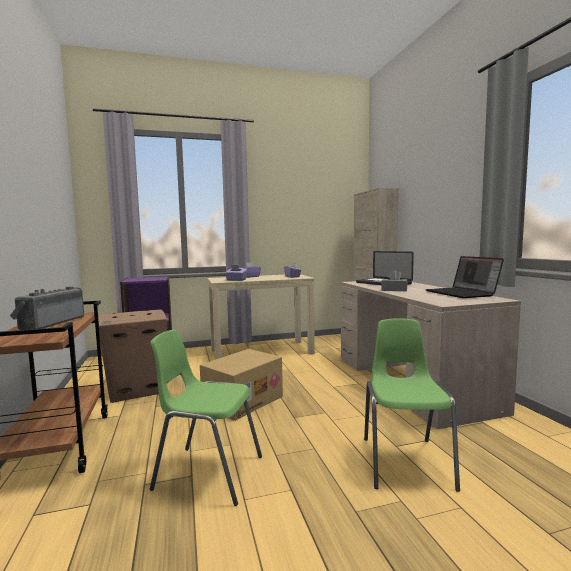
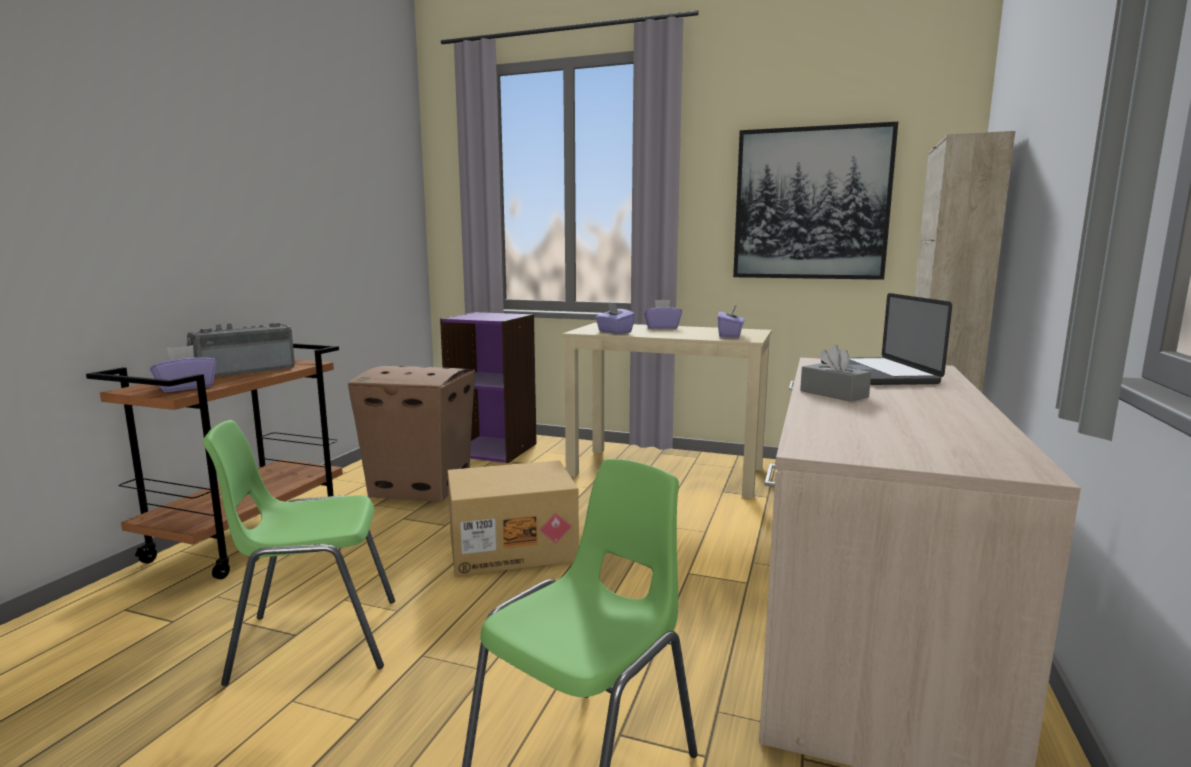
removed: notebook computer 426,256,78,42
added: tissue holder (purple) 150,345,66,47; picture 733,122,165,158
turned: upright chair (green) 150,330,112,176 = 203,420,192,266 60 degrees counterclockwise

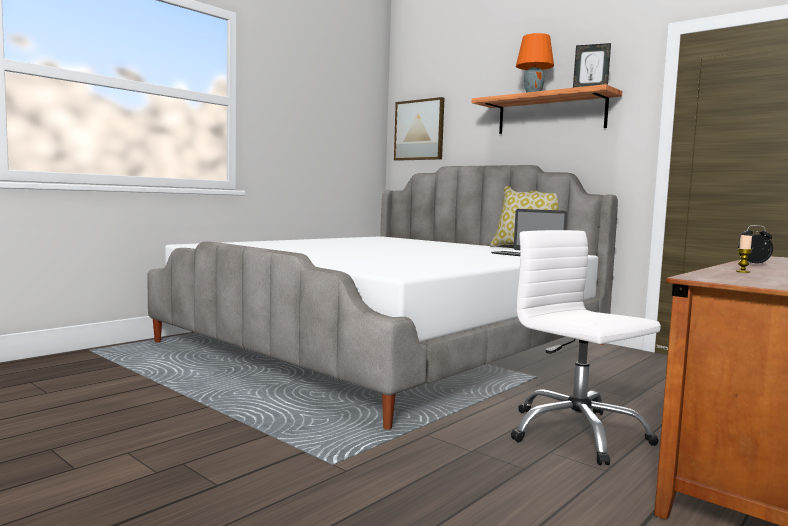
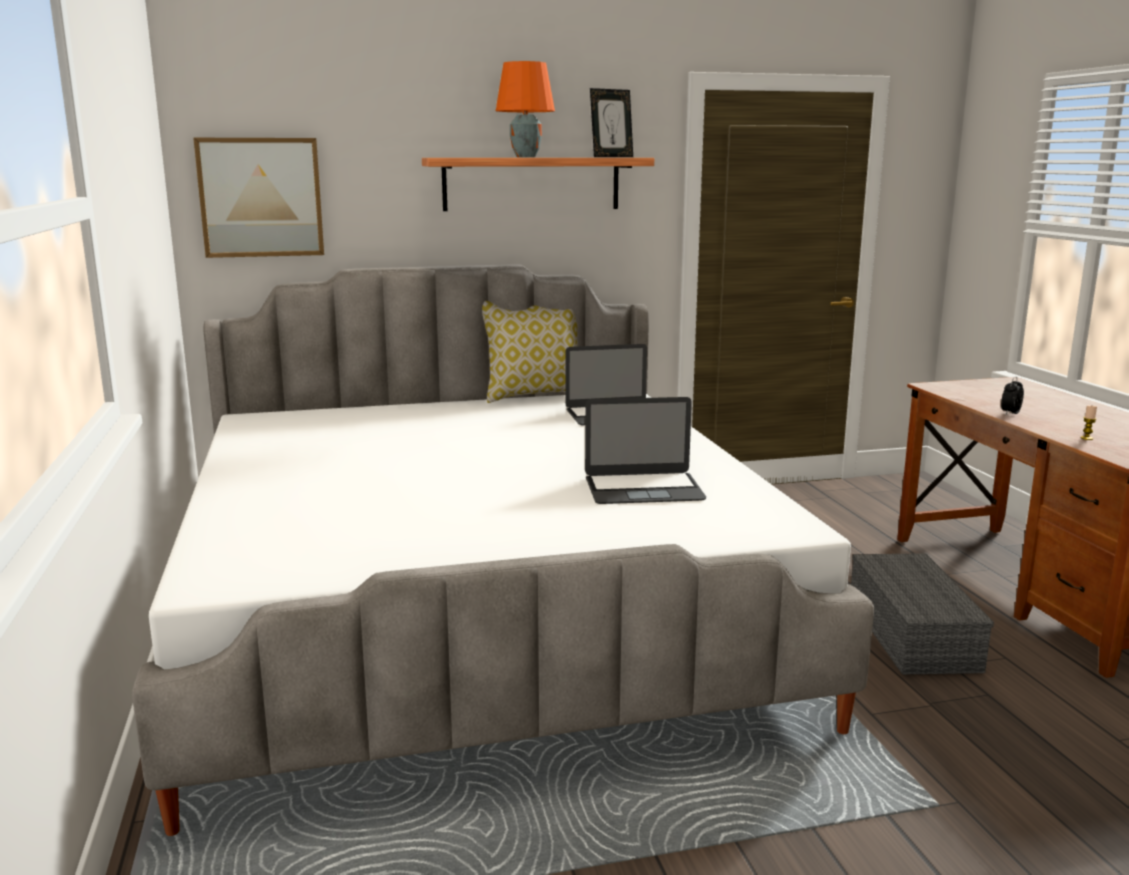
added: notebook computer 585,397,121,107
replaced: desk chair (whitish) 511,230,150,235 to storage box (gray) 851,553,143,122

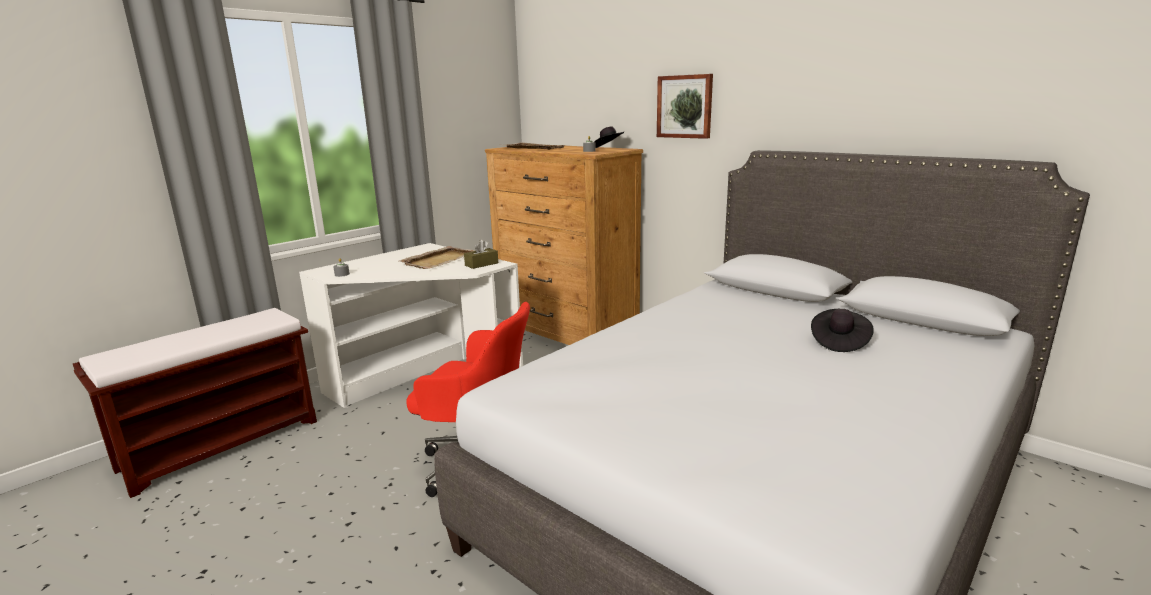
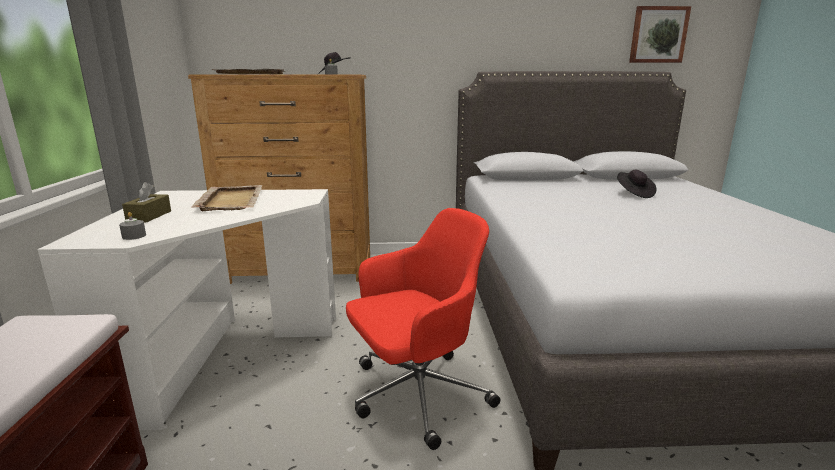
moved: tissue holder (brownish) 464,240,34,29 to 122,182,49,41; picture 657,74,56,65 to 629,6,62,57

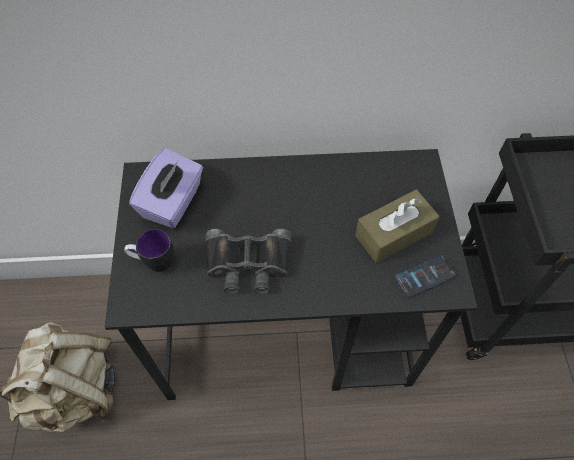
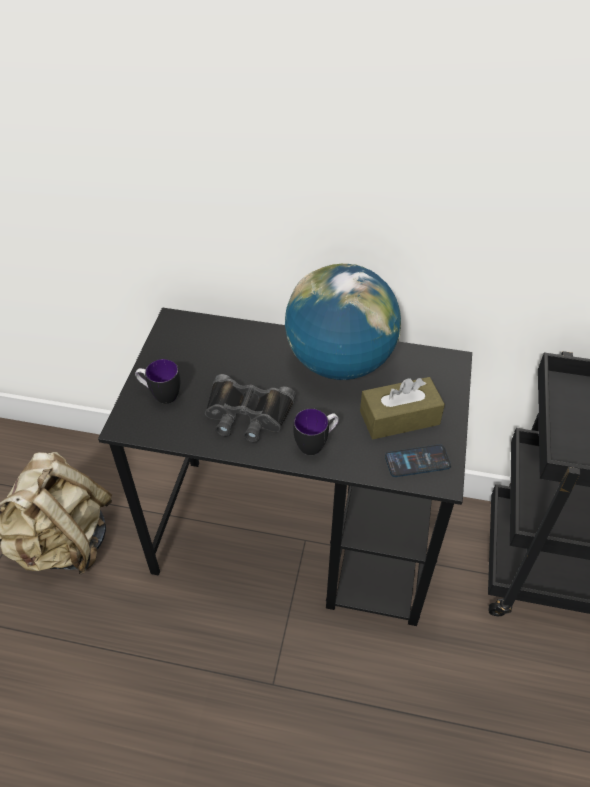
removed: tissue holder (purple) 129,148,74,80
added: desk globe 285,264,116,116; tea mug 293,409,46,46

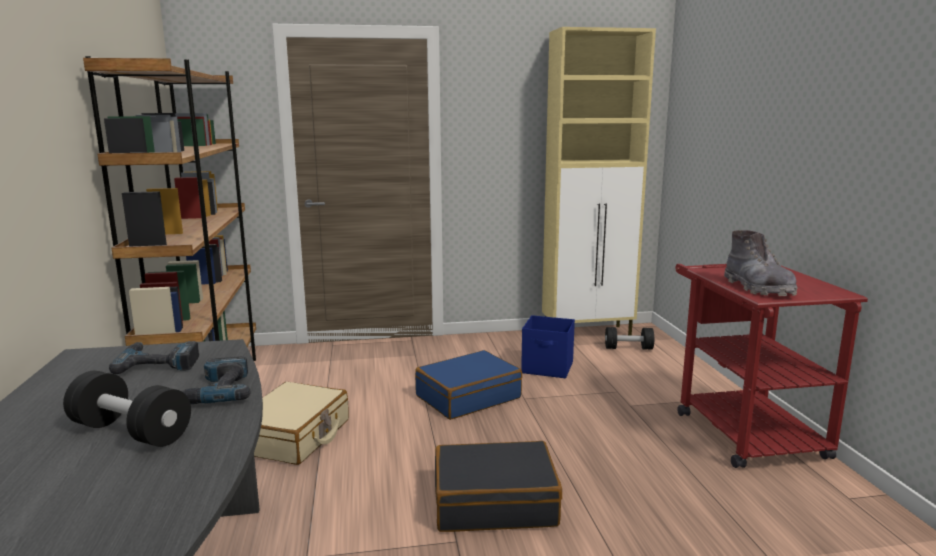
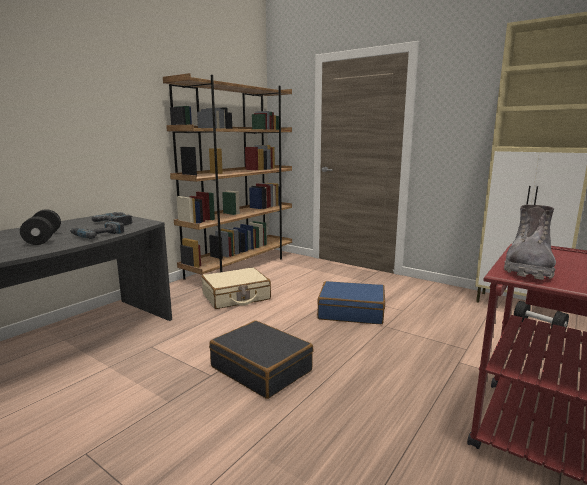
removed: storage box (blue-coloured) 521,315,54,63

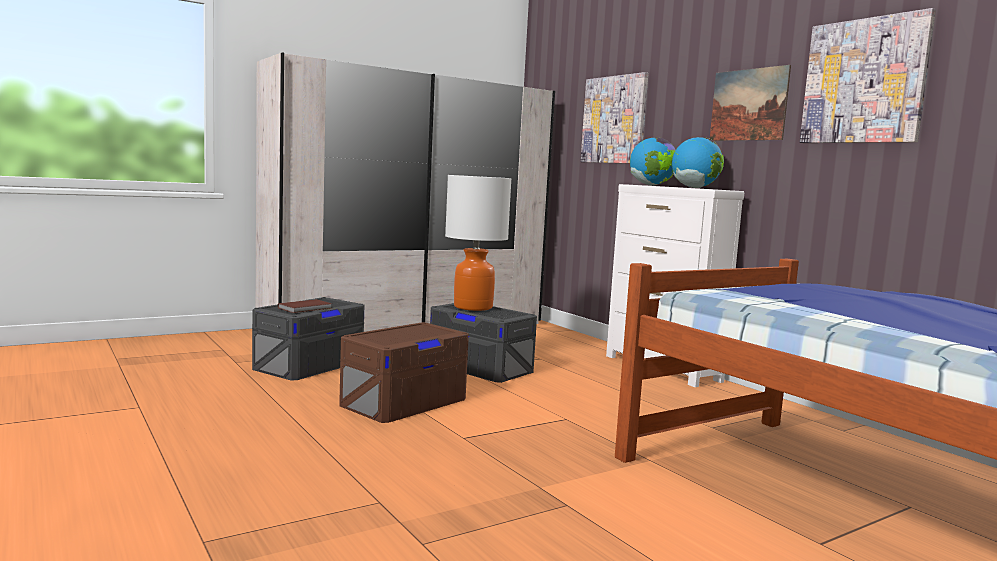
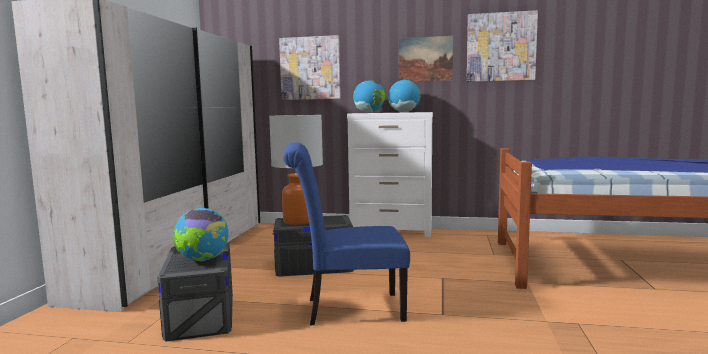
replaced: volume (brownish) 278,299,54,14 to desk globe 173,208,56,53; storage box (brownish) 339,322,130,101 to upright chair (blue-coloured) 283,142,127,184

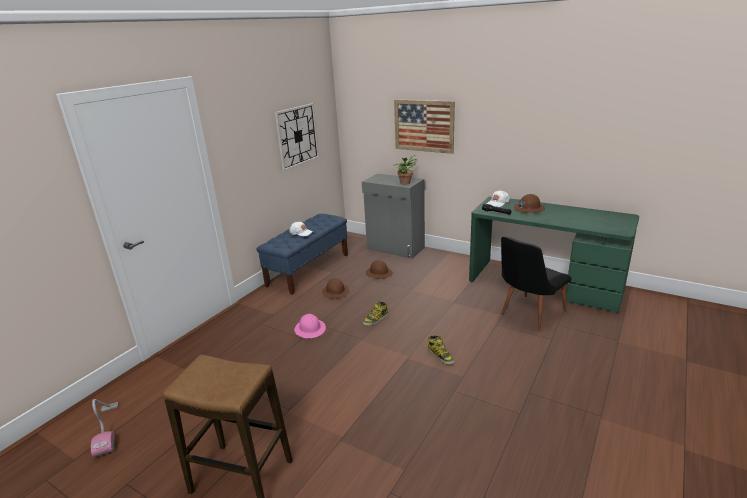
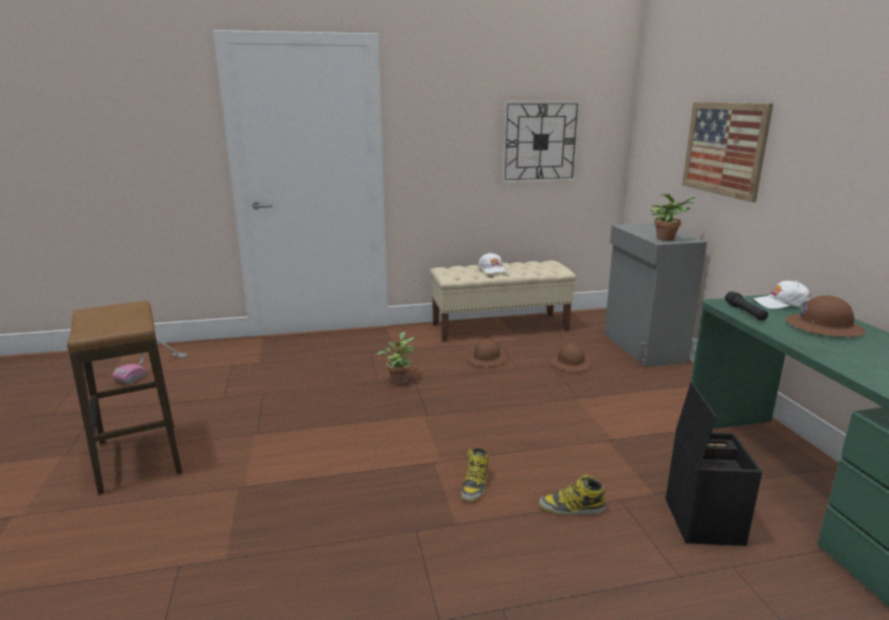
moved: tall boot 362,301,26,25 to 539,475,66,40
replaced: work helmet (pink) 294,314,32,24 to potted plant 377,332,38,52; upright chair (black-coloured) 501,236,70,95 to storage box (black-coloured) 666,382,96,164
recoloured: long seat (blue-coloured) 256,214,92,81 to long seat (beige) 430,260,146,82

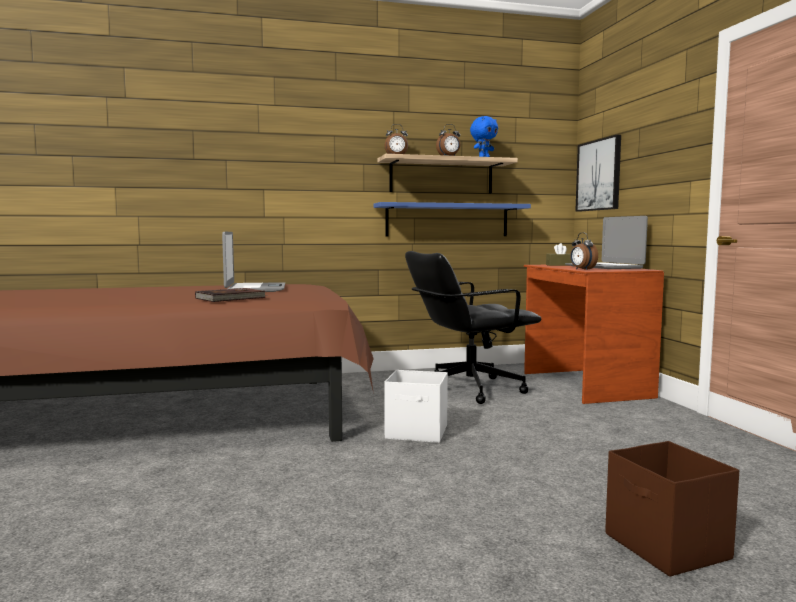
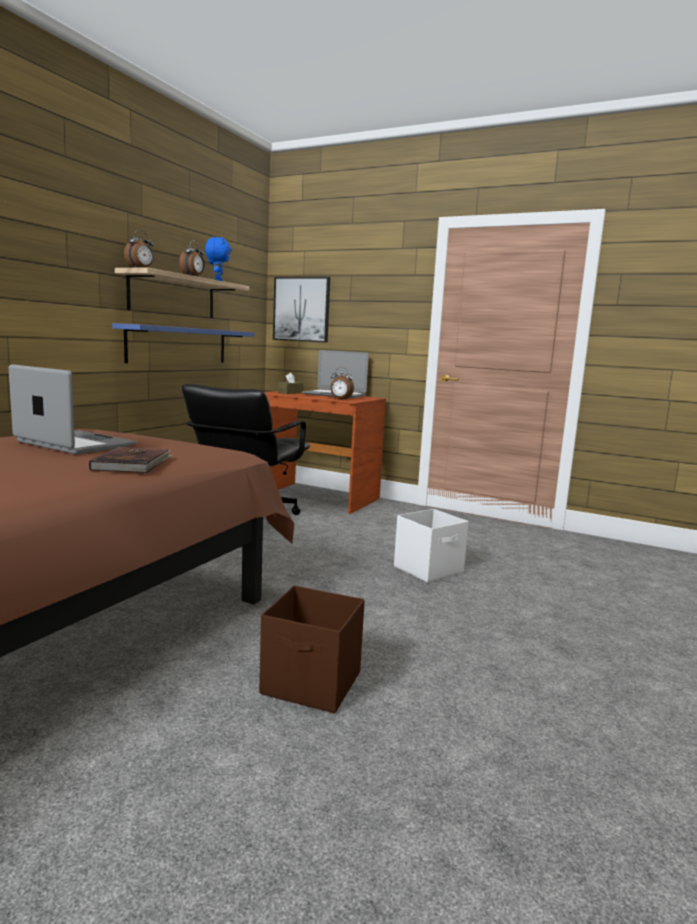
moved: storage box (brownish) 605,441,134,136 to 259,585,106,128; storage box (whitish) 384,370,64,73 to 394,509,75,74

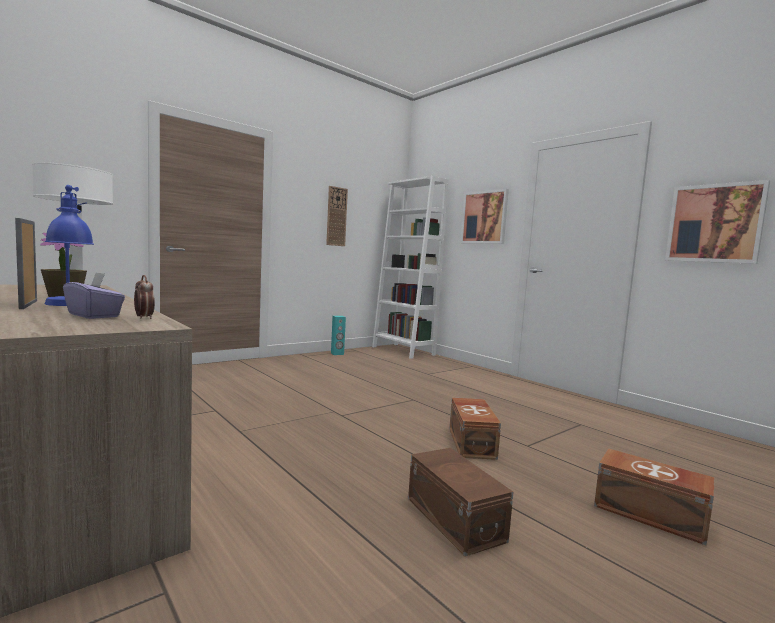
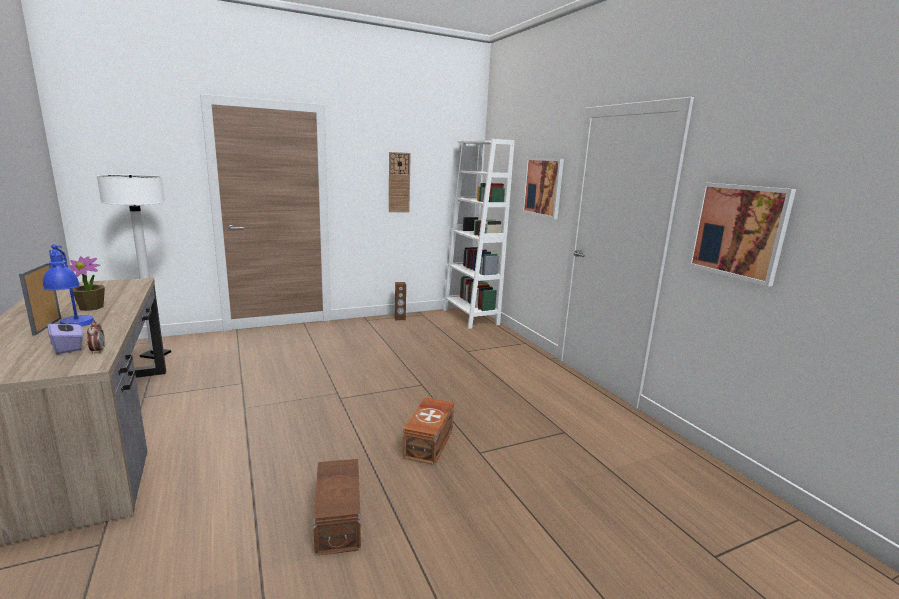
removed: storage box (brownish) 594,448,120,97
recoloured: audio speaker (blue-green) 331,316,15,39 to audio speaker (brownish) 395,282,11,38

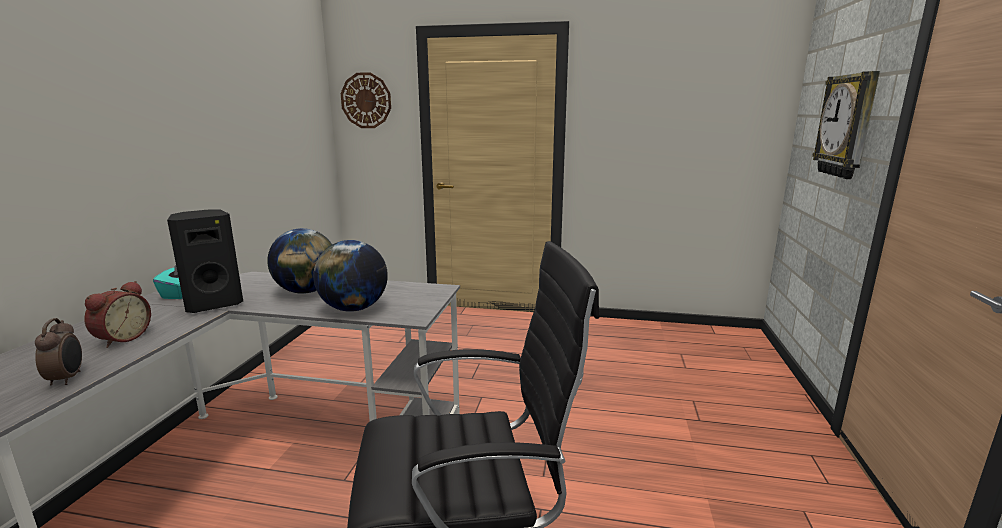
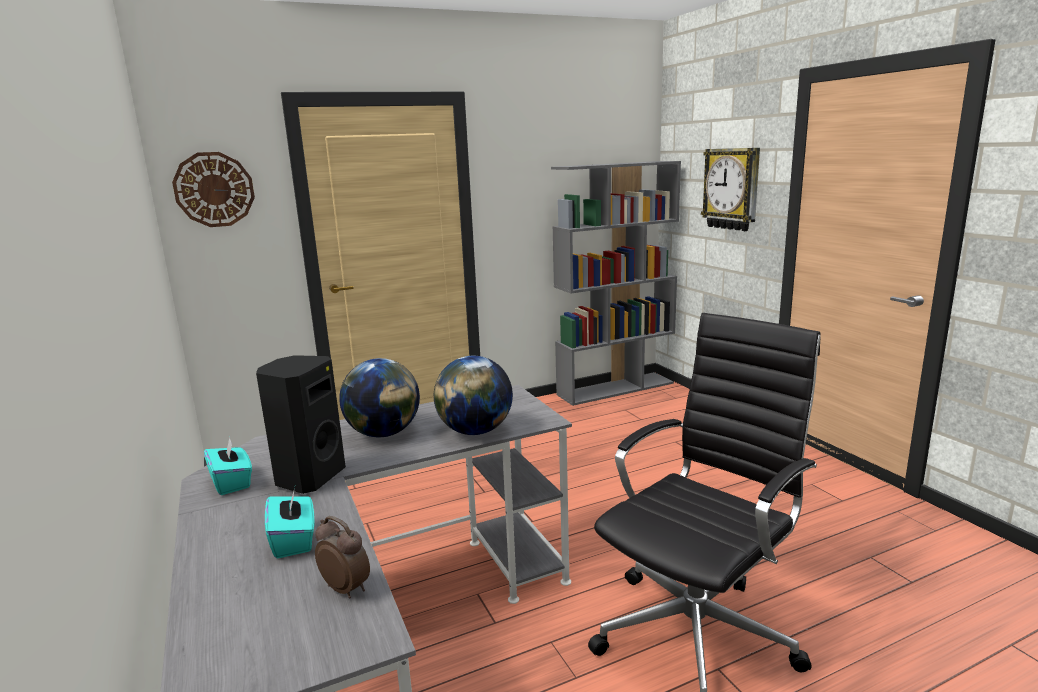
added: bookcase (gray) 551,161,130,245
replaced: table clock 84,281,67,67 to tissue holder (blue-green) 265,487,49,72

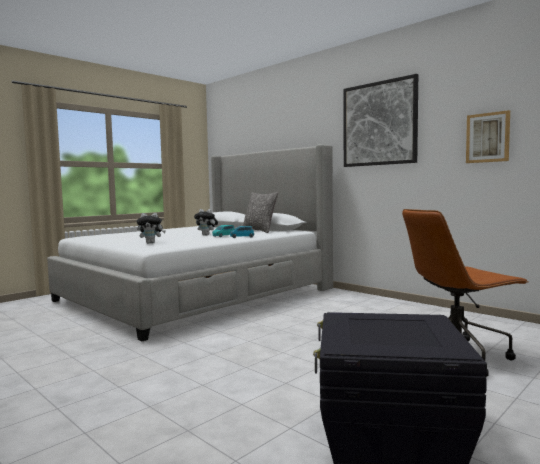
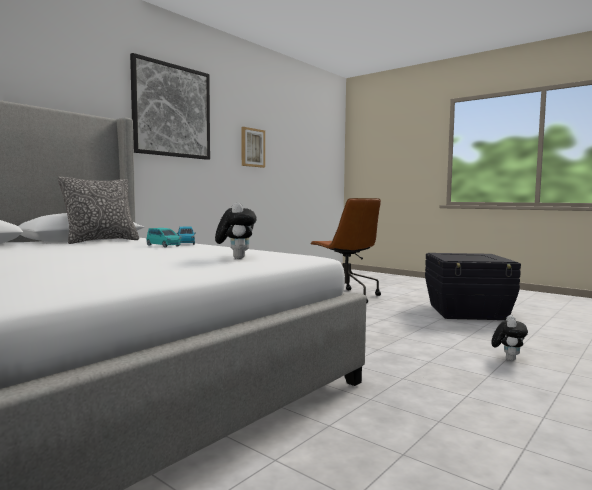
moved: cuddly toy 194,209,24,26 to 491,315,37,46

